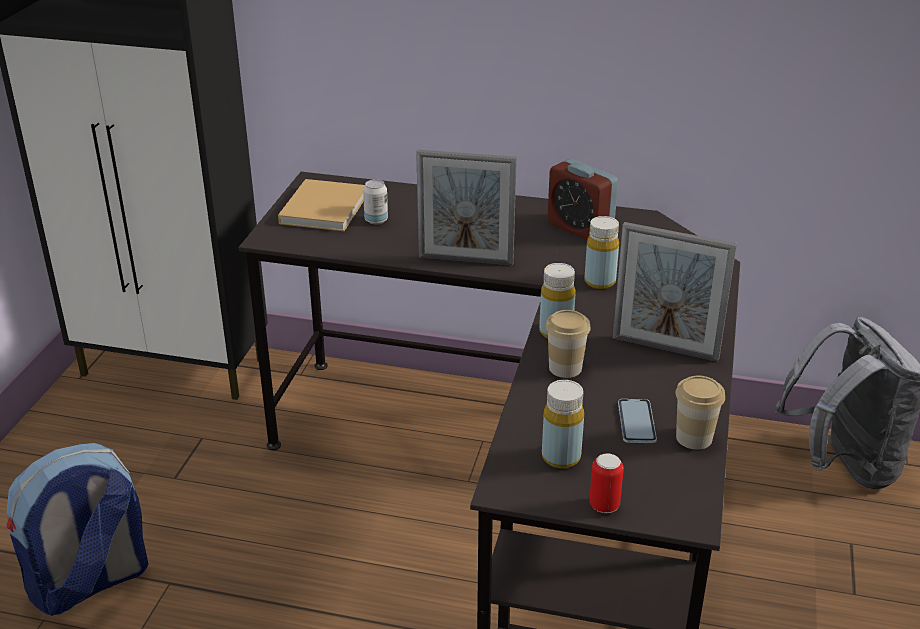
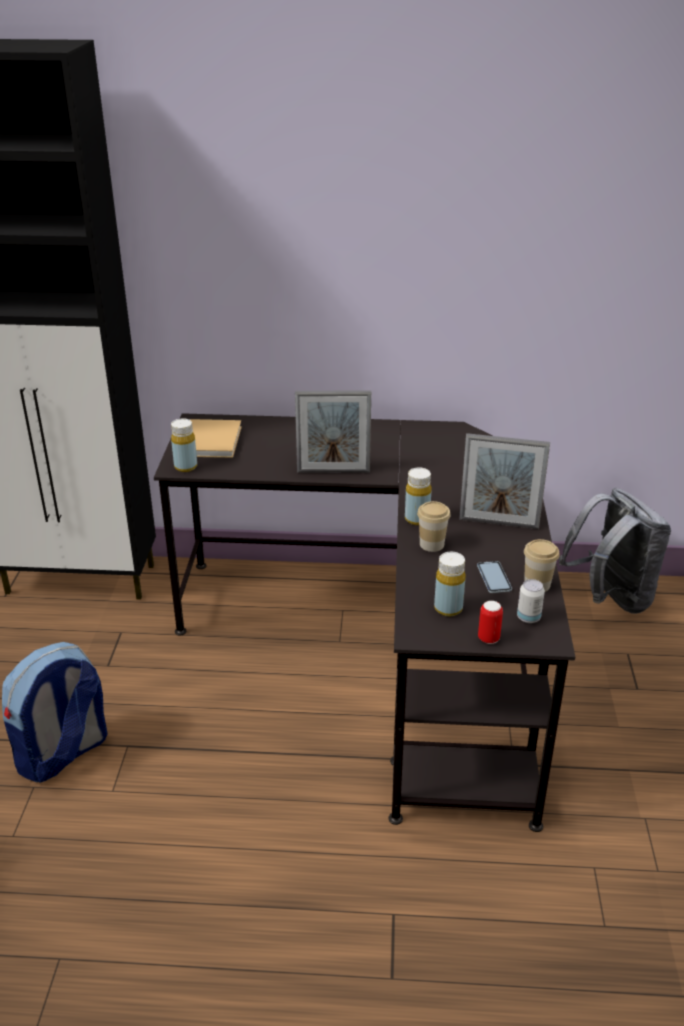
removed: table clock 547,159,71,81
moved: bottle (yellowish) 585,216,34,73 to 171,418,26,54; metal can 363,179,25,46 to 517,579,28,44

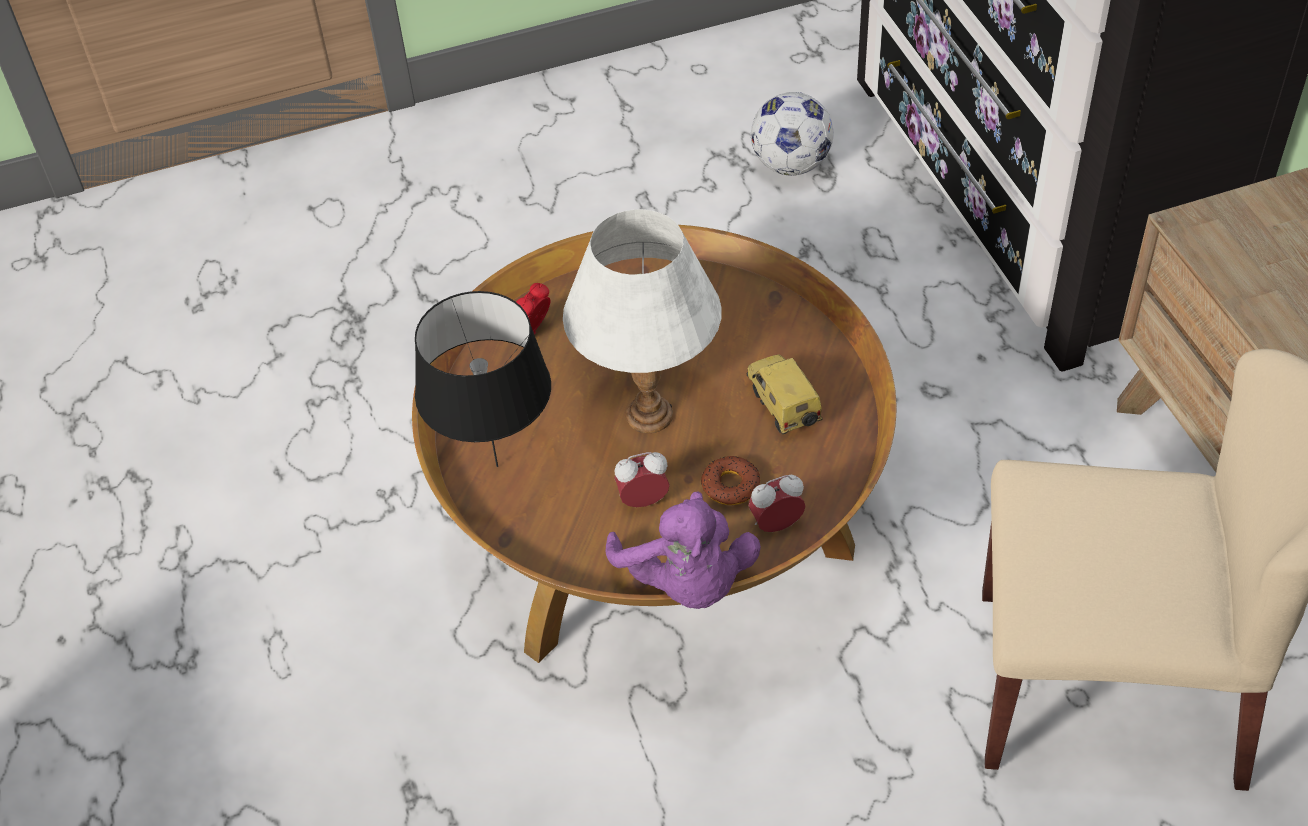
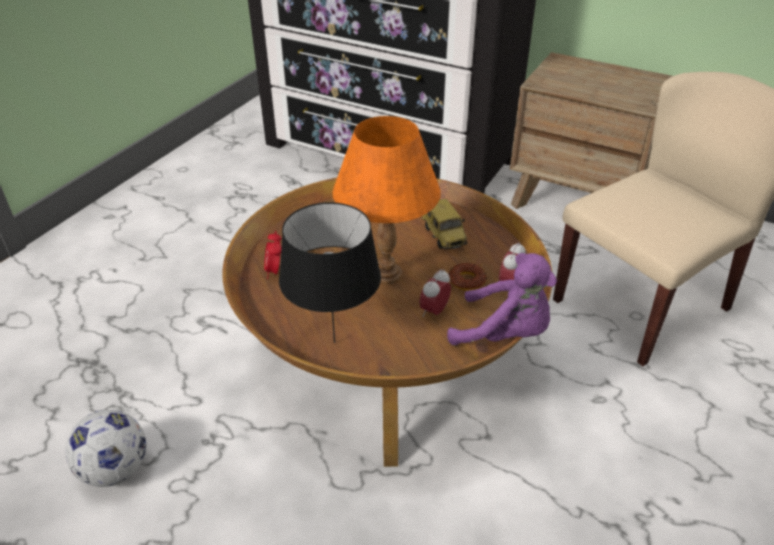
moved: football 751,92,83,84 to 65,410,81,77
recoloured: tabletop lamp (whitish) 563,209,159,224 to tabletop lamp (orange-coloured) 333,116,108,168
turned: toy car 747,355,76,80 = 422,199,45,50 135 degrees counterclockwise

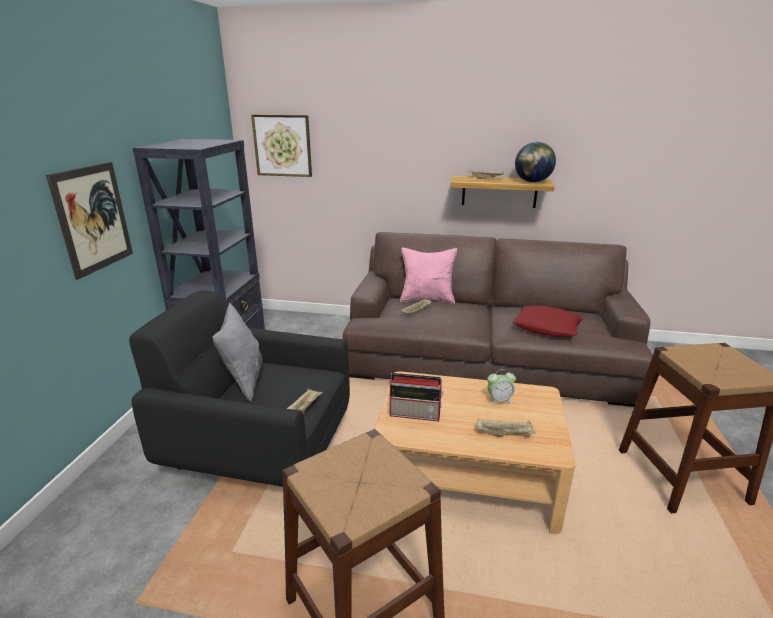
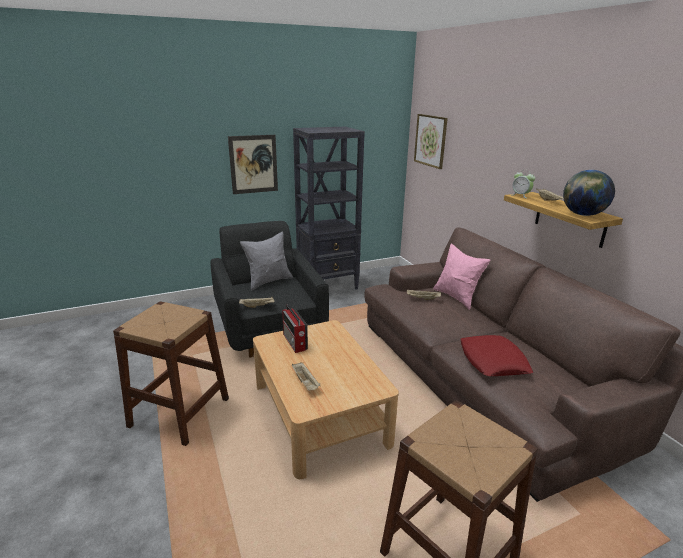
moved: table clock 487,369,29,37 to 512,170,23,28

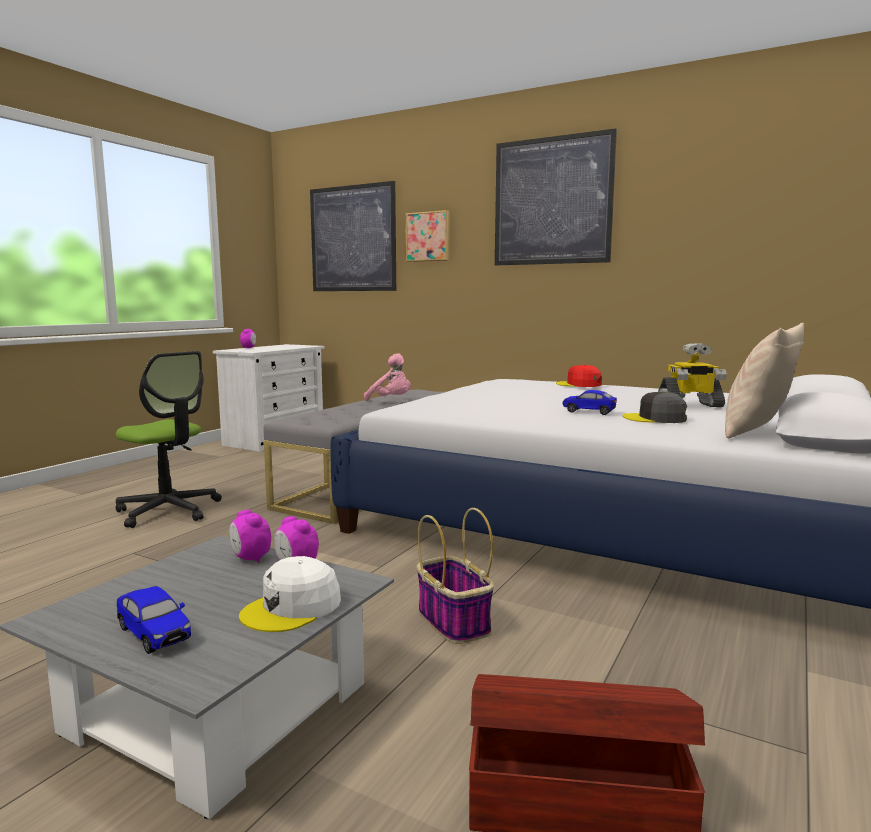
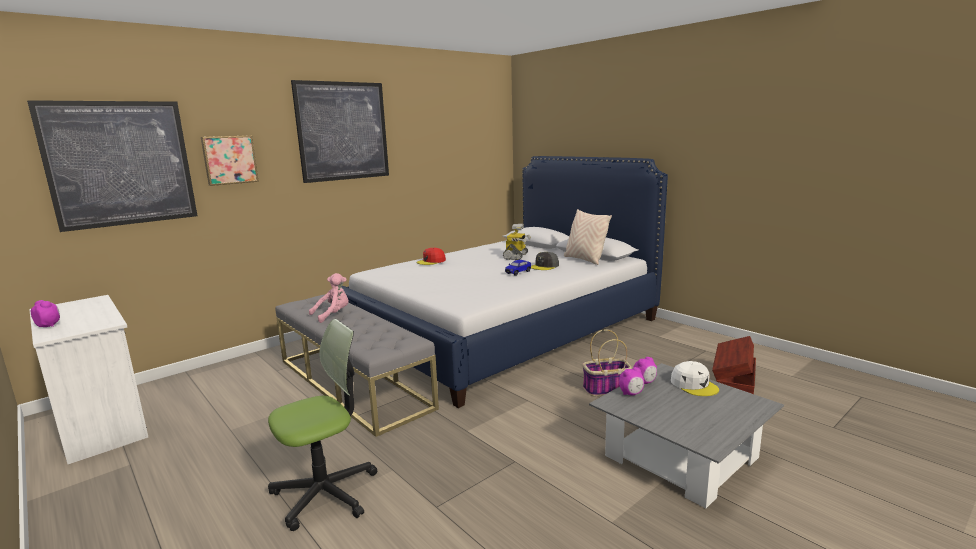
removed: toy car 117,586,74,68

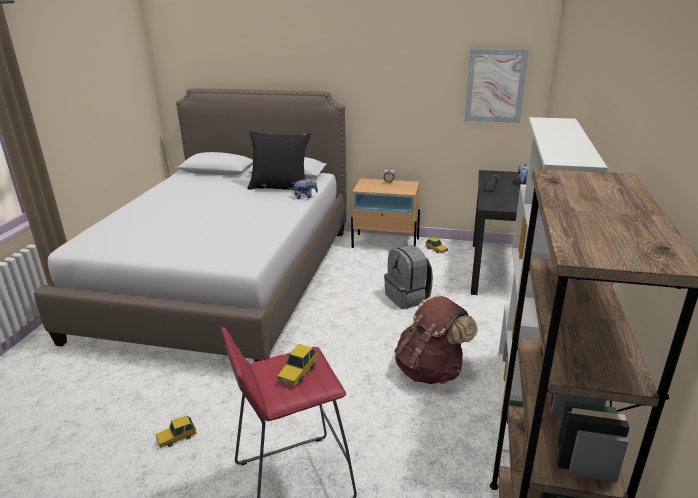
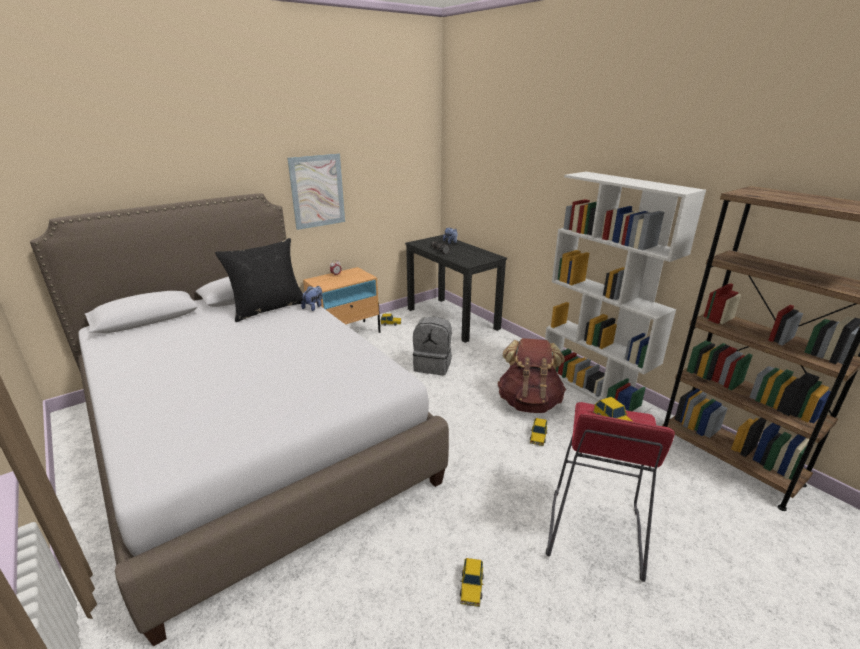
added: toy car 530,418,17,28
moved: picture 465,49,64,74 to 287,153,58,77

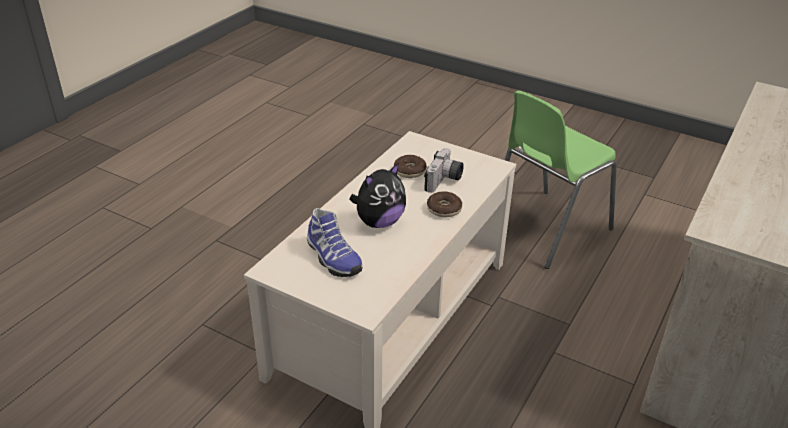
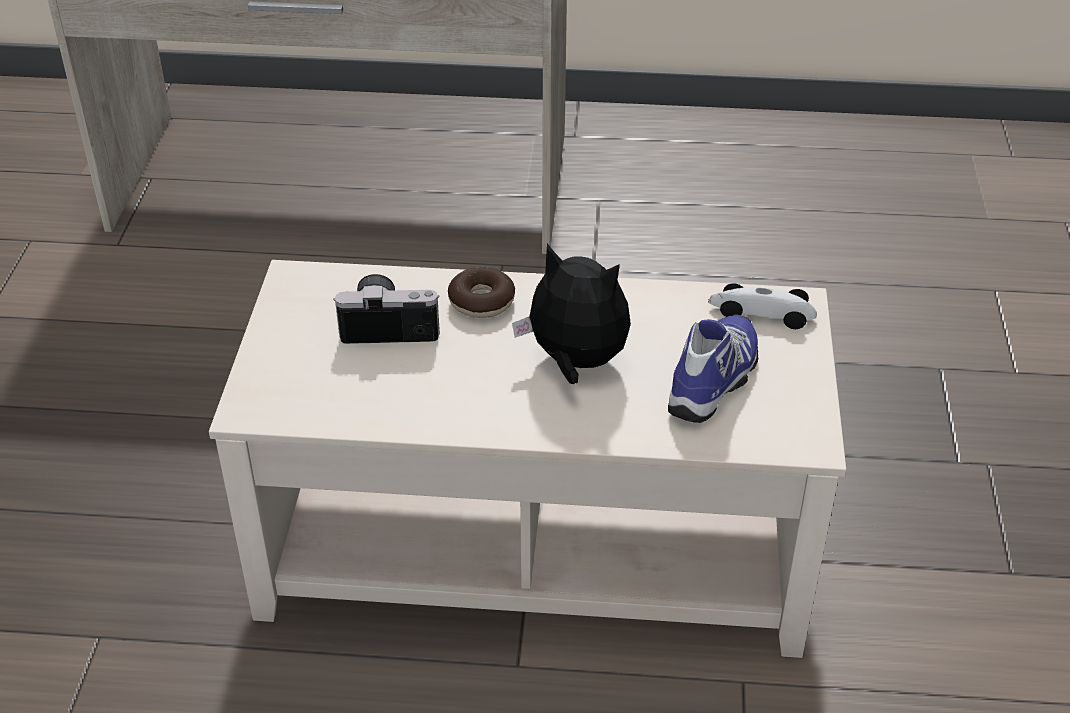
removed: ring doughnut 394,155,33,23; upright chair (green) 505,90,112,179
added: toy car 708,283,109,46

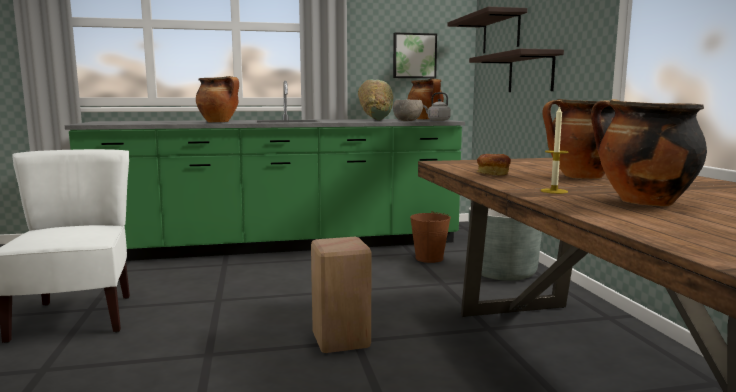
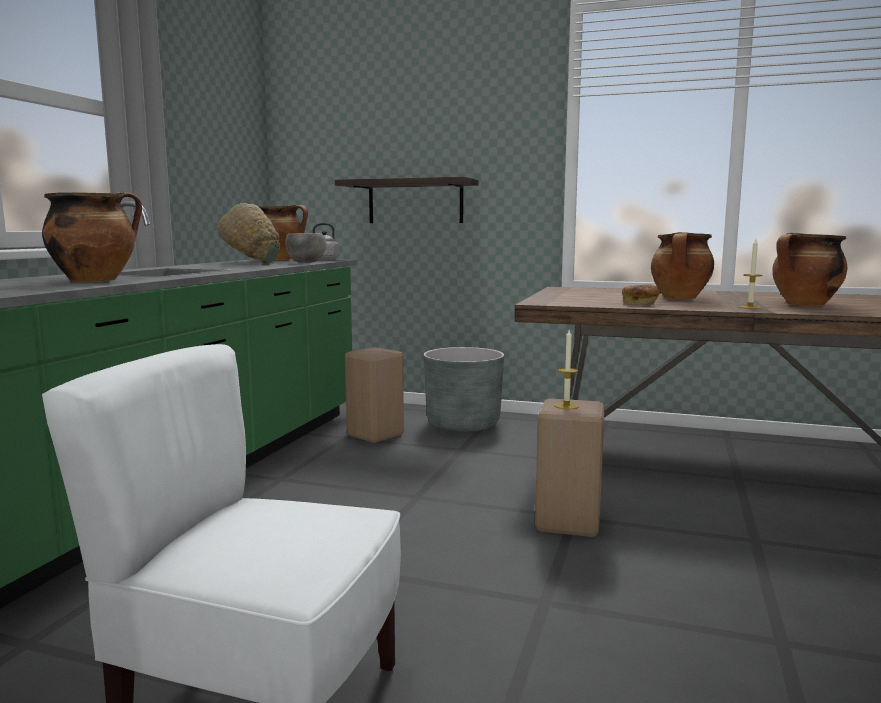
removed: picture 393,33,44,45; wall shelf 447,7,80,46
added: wax candle 555,330,24,79
replaced: bucket (brownish) 410,211,41,52 to sitting stool (beige) 345,347,59,96

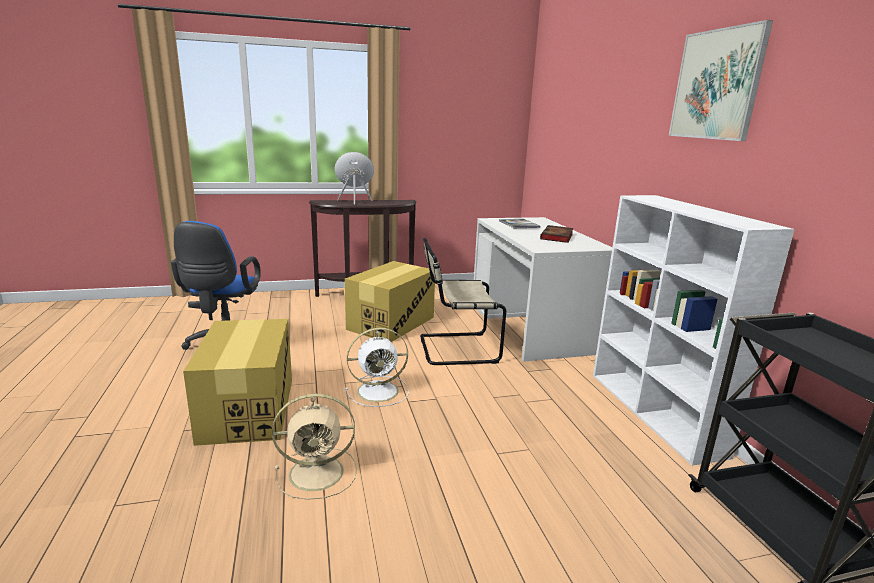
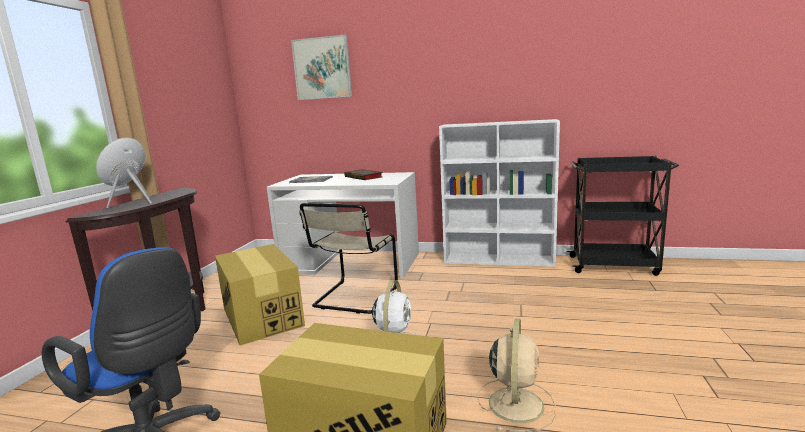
moved: picture 669,20,104,121 to 291,34,61,66

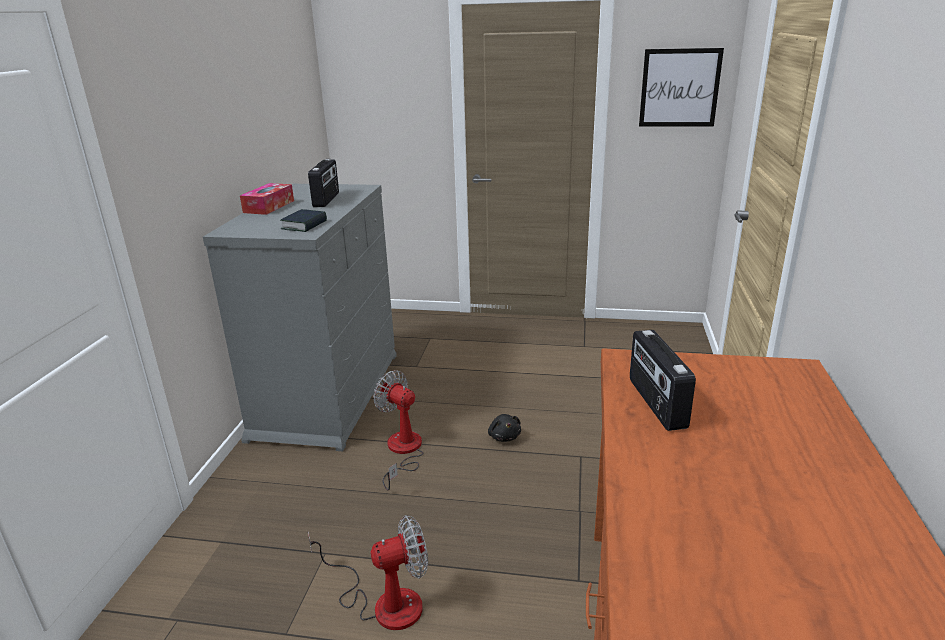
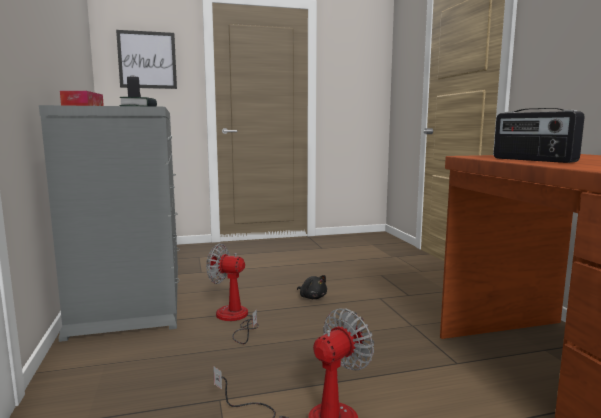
moved: picture 639,48,85,79 to 116,30,61,59

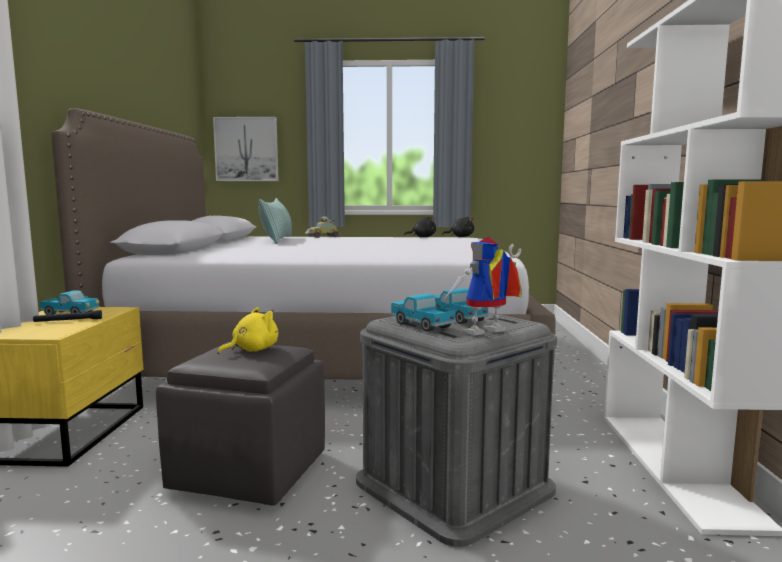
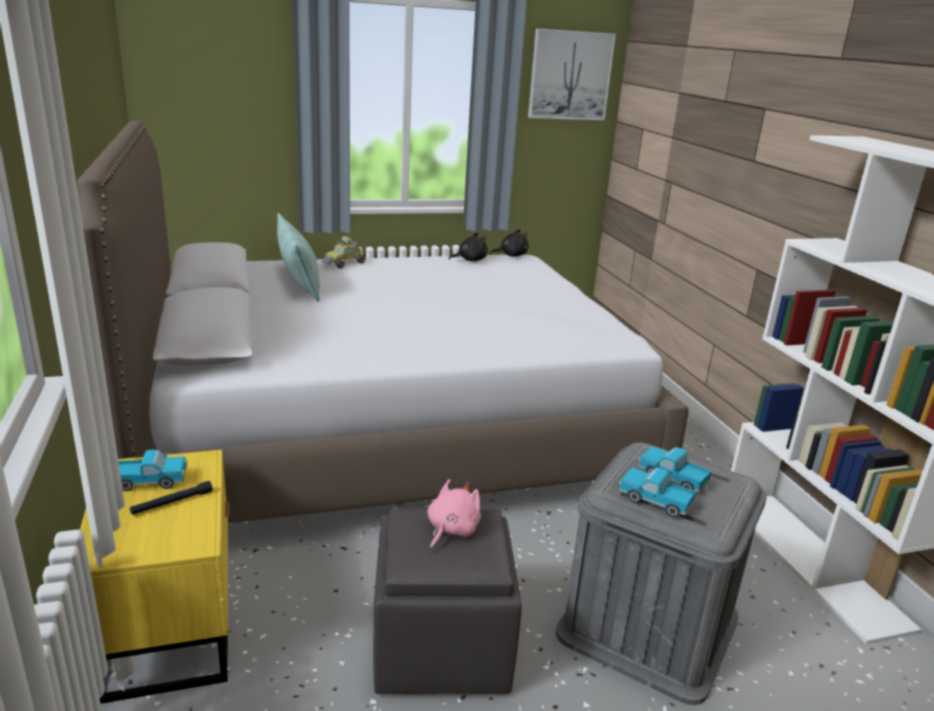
removed: toy robot 443,237,79,99
moved: picture 213,117,66,64 to 528,28,88,92
recoloured: cuddly toy (yellowish) 218,307,60,47 to cuddly toy (pink) 428,479,53,71

